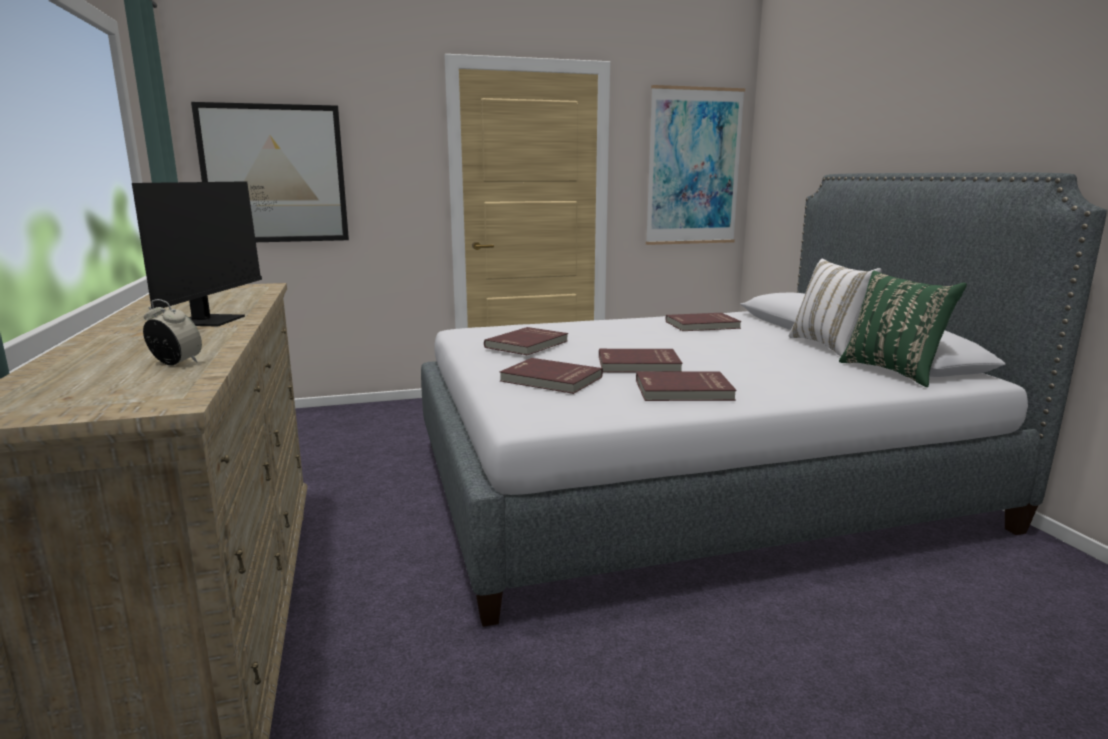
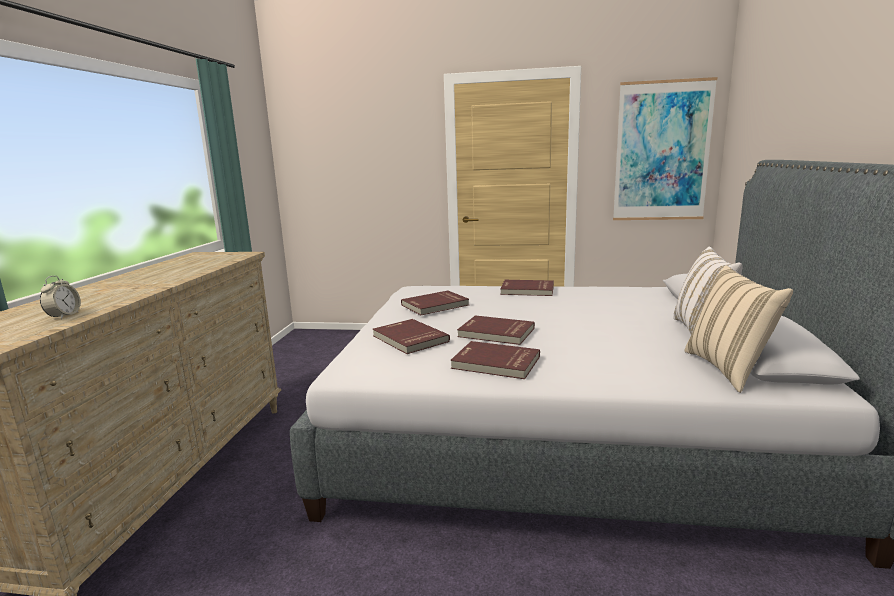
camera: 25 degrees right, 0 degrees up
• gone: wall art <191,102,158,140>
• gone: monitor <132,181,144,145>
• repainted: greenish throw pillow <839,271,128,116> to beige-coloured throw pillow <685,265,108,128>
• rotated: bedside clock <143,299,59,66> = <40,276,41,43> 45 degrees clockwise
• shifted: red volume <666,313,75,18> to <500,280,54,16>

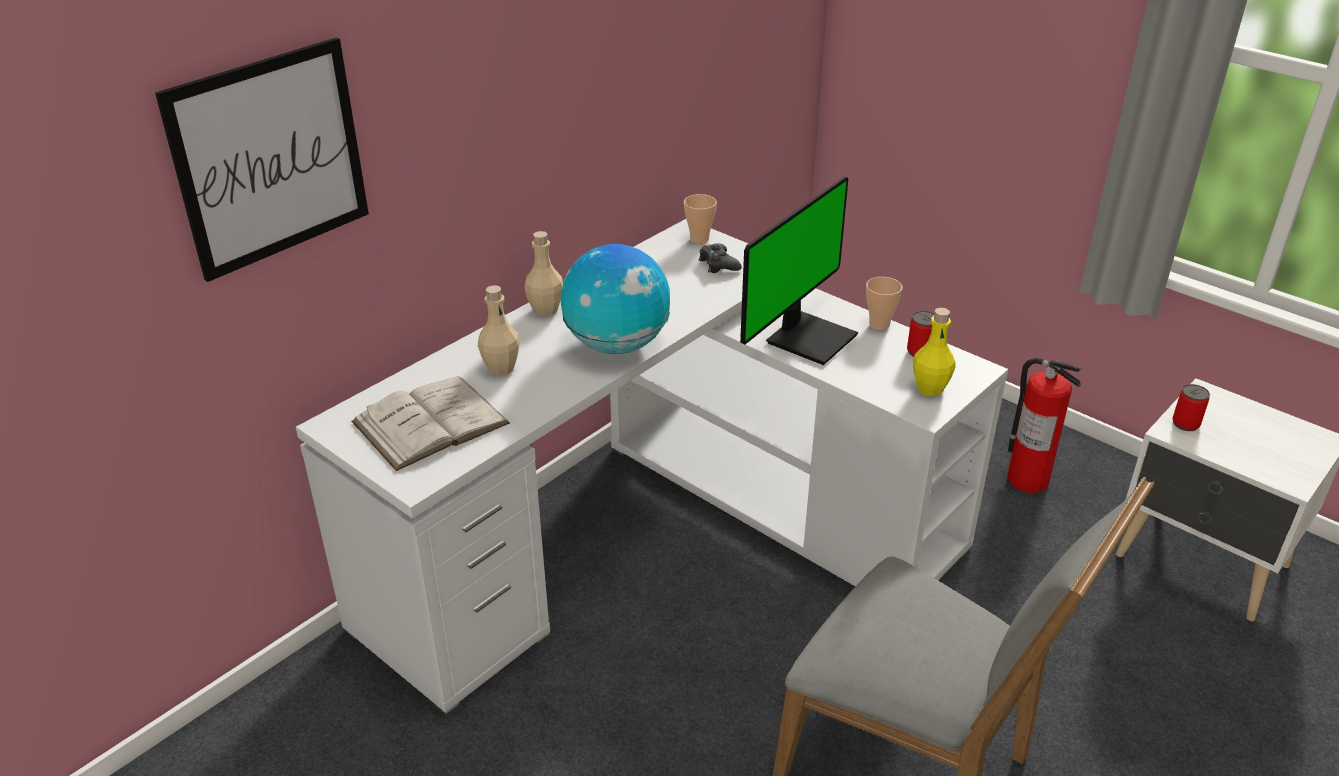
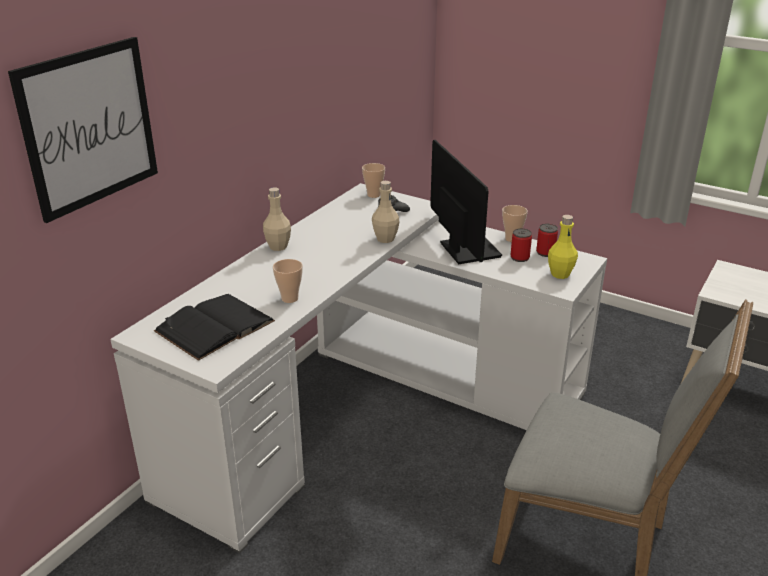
camera: 10 degrees left, 5 degrees down
• rotated: monitor <740,176,118,189> = <430,140,72,124> 45 degrees counterclockwise
• gone: desk globe <561,244,109,110>
• shifted: beige-coloured beverage bottle <478,285,42,91> to <372,181,28,62>
• gone: fire-fighting cylinder <1007,358,75,135>
• repainted: white-coloured volume <351,376,159,95> to black volume <154,294,121,67>
• shifted: sealed can <1172,384,38,47> to <511,228,21,34>
• new: cup <273,259,30,44>

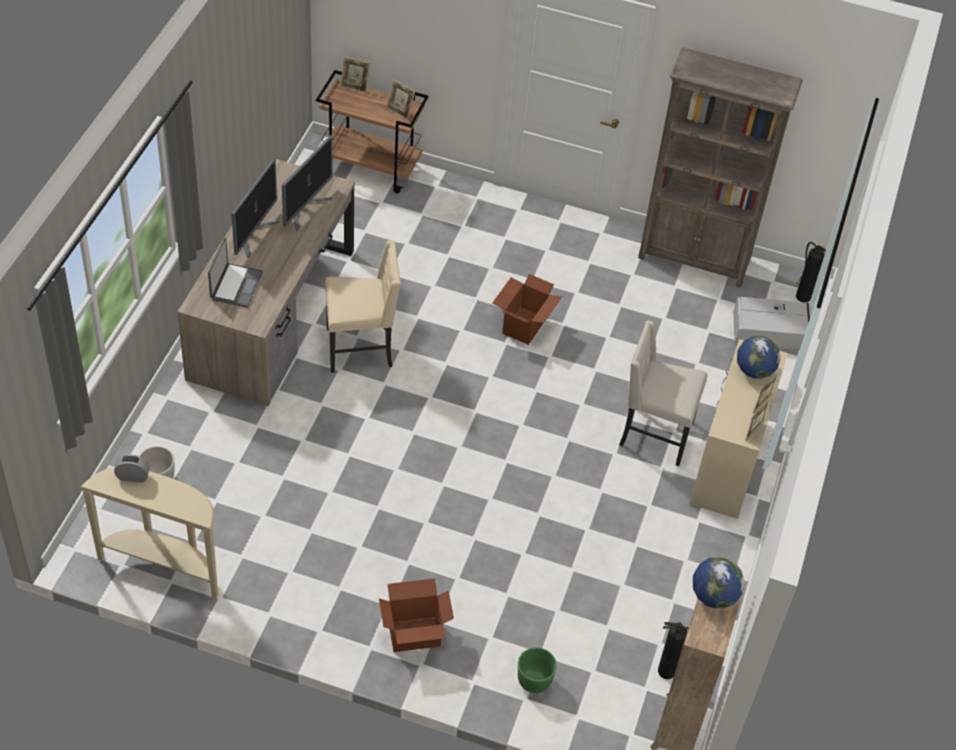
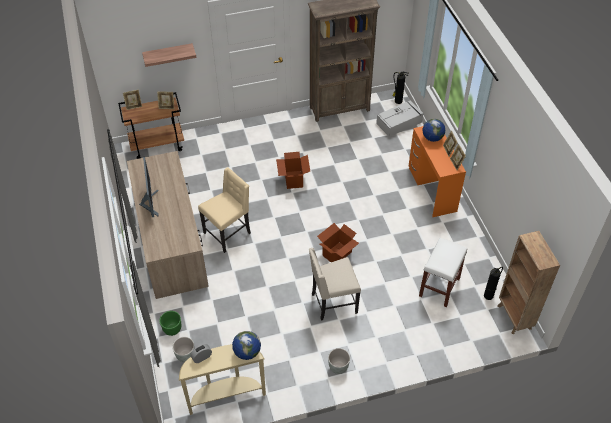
camera: 30 degrees left, 0 degrees up
• gone: monitor <282,135,51,96>
• gone: portable computer <208,237,55,71>
• shifted: beige-coloured chair <619,321,89,145> to <309,248,52,73>
• repainted: beige-coloured desk table <690,339,98,180> to orange-coloured desk table <409,126,57,91>
• shifted: desk globe <693,557,52,51> to <232,331,29,29>
• shifted: packing box <379,578,75,74> to <317,223,42,39>
• shifted: greenish planter <518,647,39,46> to <159,311,22,25>
• new: wall shelf <142,43,54,24>
• new: white-coloured stool seat <419,238,48,69>
• new: greyish planter <328,348,22,26>

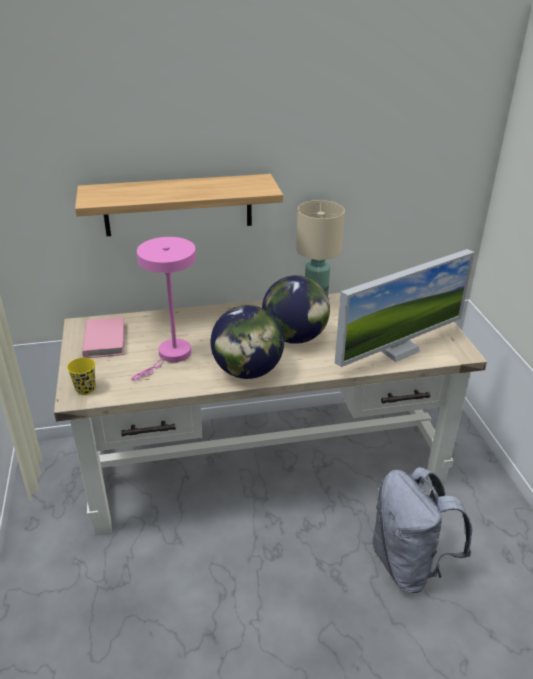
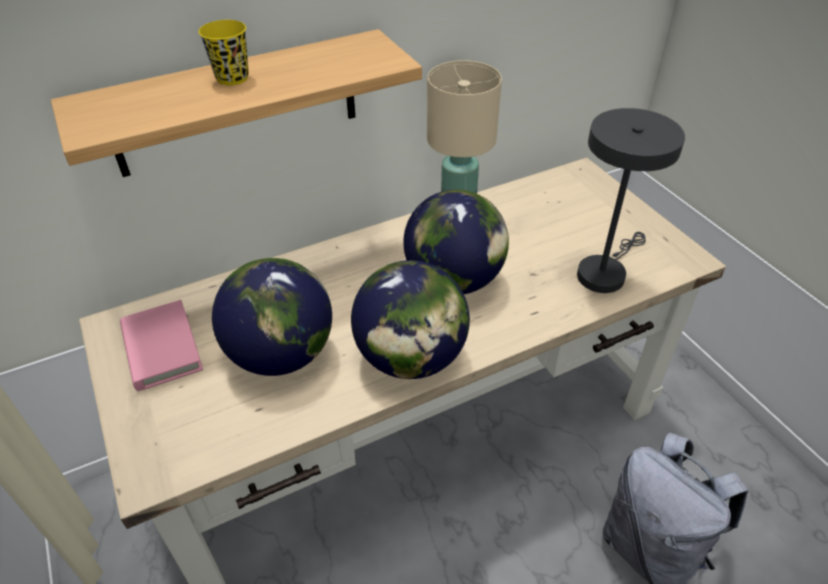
camera: 15 degrees left, 10 degrees up
• swapped: pink lamp for a table <131,237,65,143> to desk globe <212,258,120,118>
• swapped: monitor <335,249,140,118> to greyish lamp for a table <577,108,108,185>
• shifted: yellow cup <67,358,29,37> to <199,20,50,65>

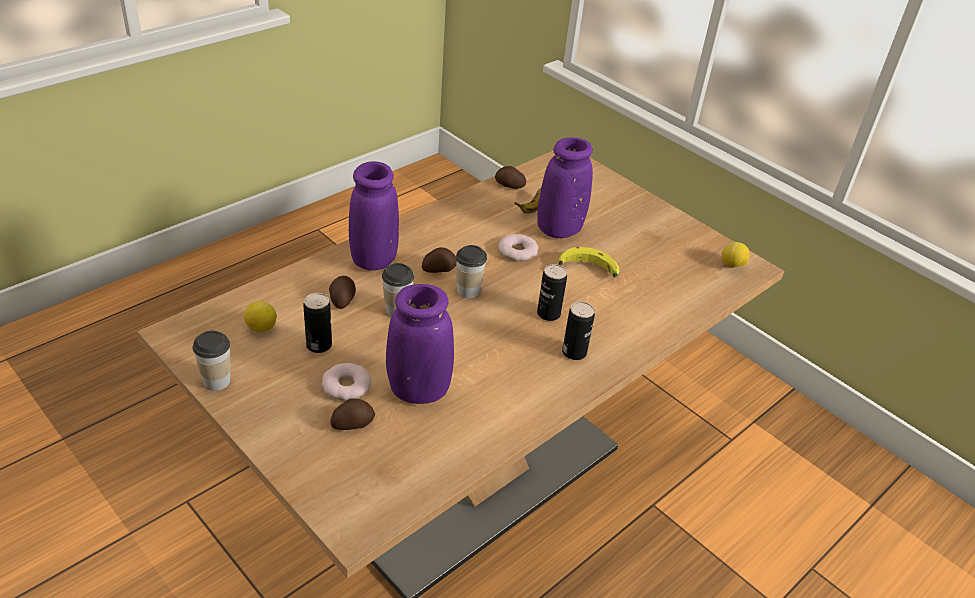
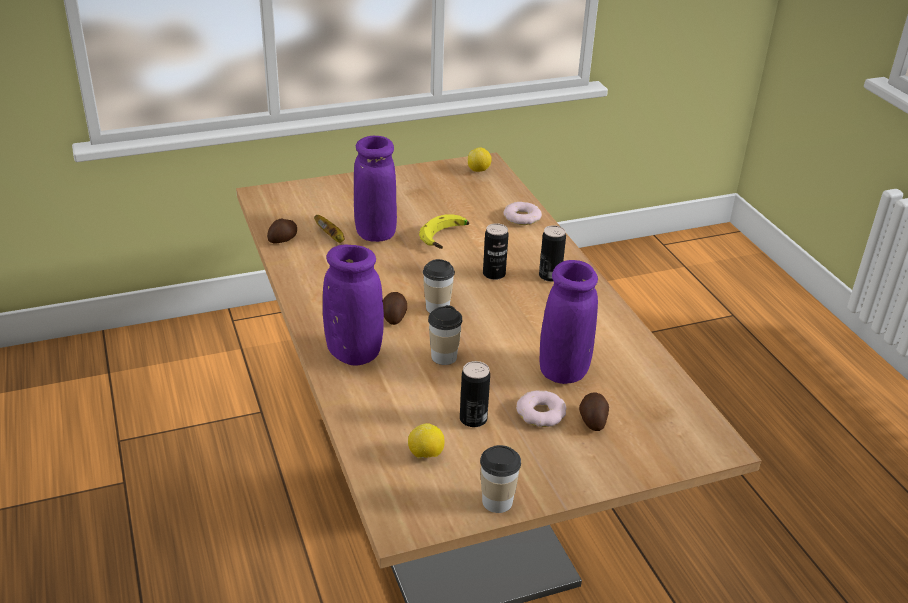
camera: 65 degrees left, 5 degrees down
• shifted: donut <498,234,41,27> to <503,202,39,23>
• gone: whole potato <329,276,27,33>

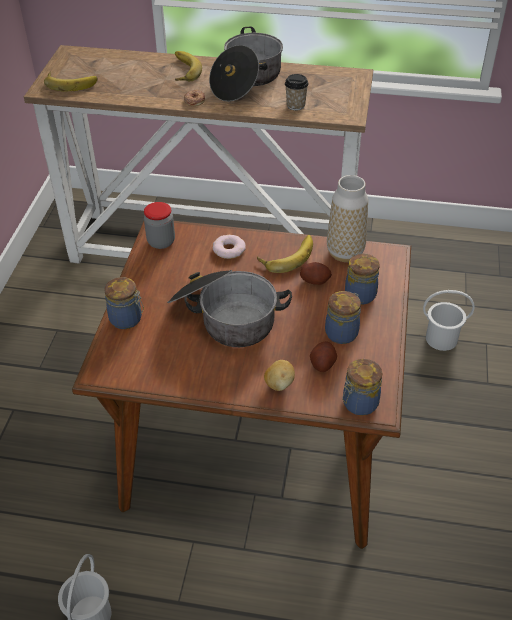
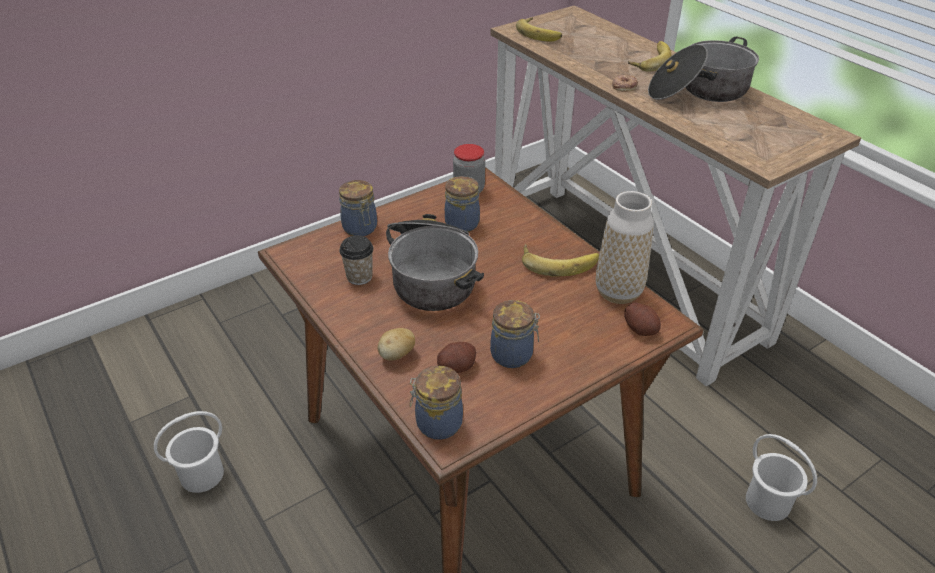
camera: 45 degrees right, 5 degrees down
• shifted: cup <285,74,24,36> to <339,235,35,50>
• gone: donut <213,235,33,24>
• shifted: storage jar <345,253,34,52> to <445,176,35,56>
• shifted: whole potato <300,262,32,23> to <624,302,37,34>

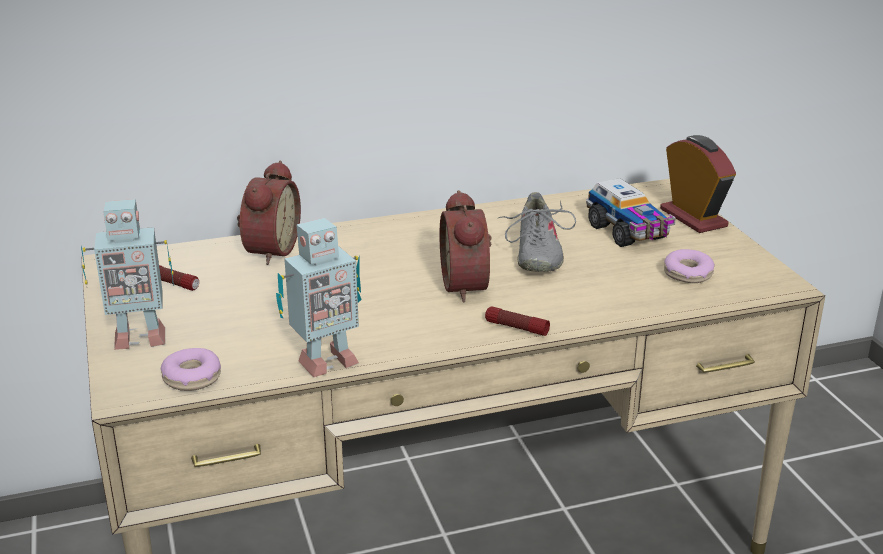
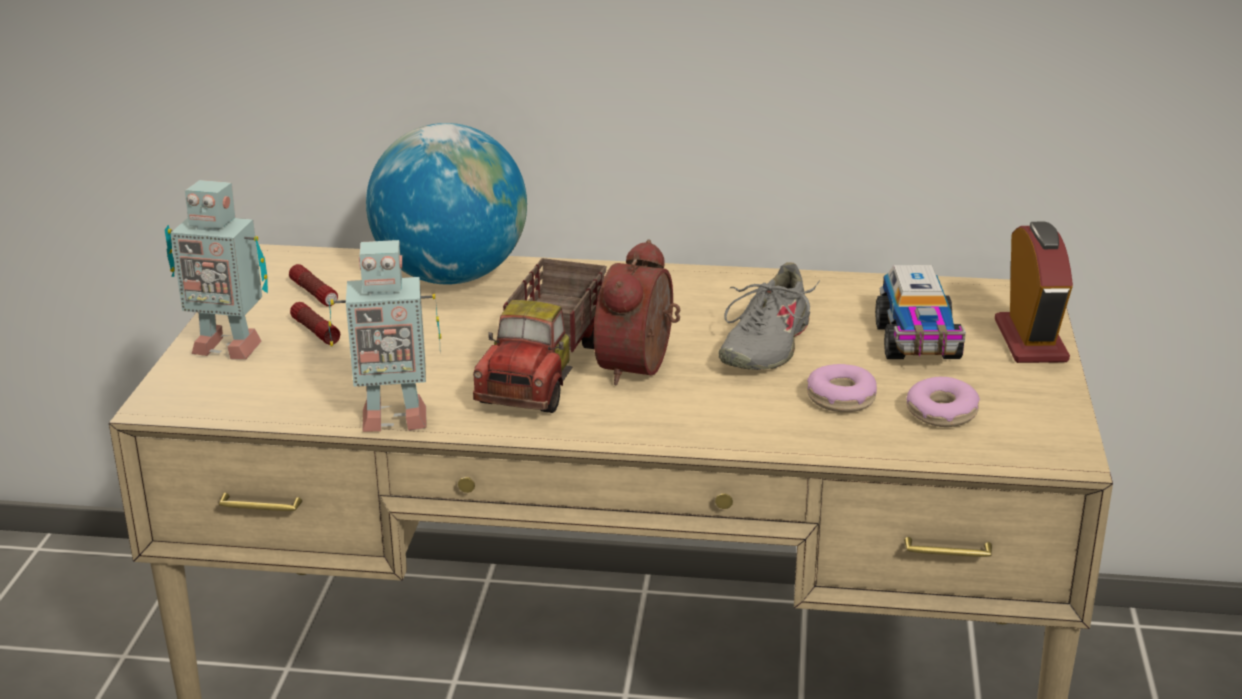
camera: 25 degrees right, 0 degrees up
• swapped: bedside clock <237,161,64,104> to desk globe <366,123,161,162>
• shifted: torch <485,306,65,30> to <290,302,50,43>
• shifted: donut <161,348,60,43> to <807,364,70,48>
• new: model truck <473,258,133,155>

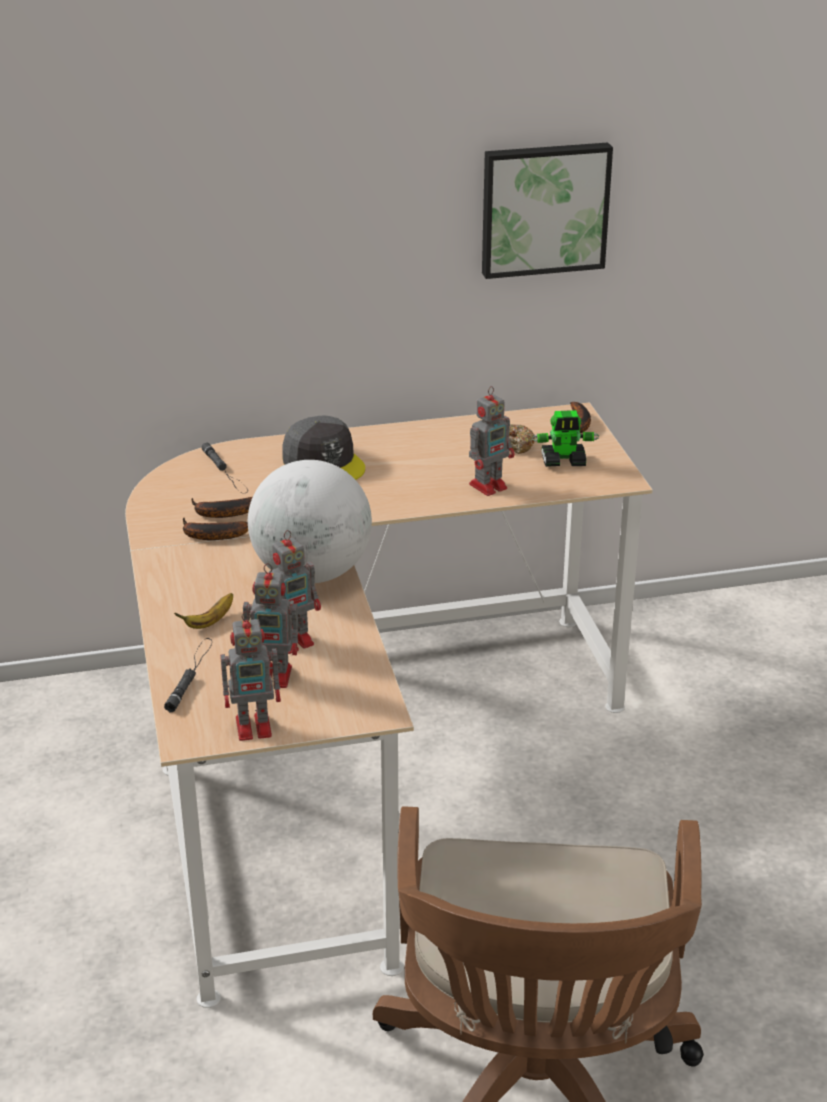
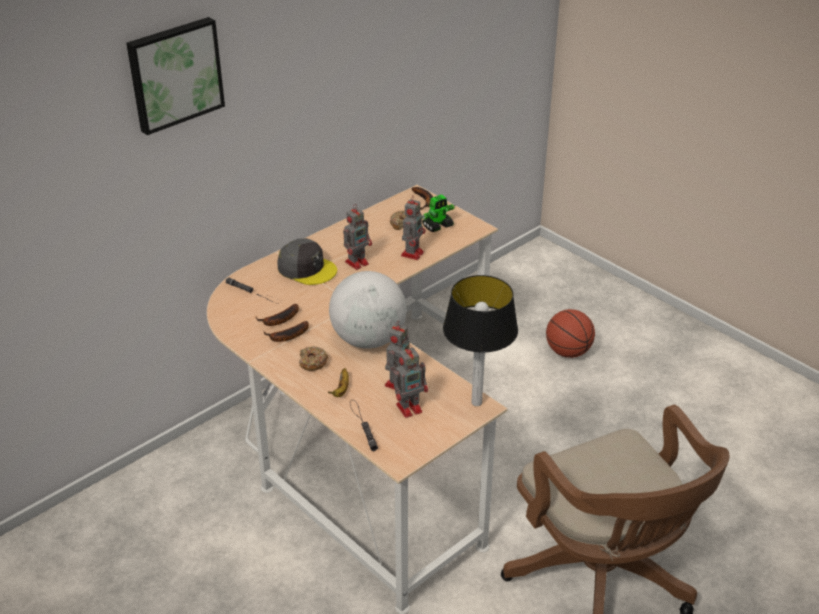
camera: 30 degrees left, 5 degrees up
• shifted: wall art <482,143,131,136> to <126,17,99,118>
• shifted: robot figure <220,611,63,130> to <343,204,29,66>
• new: lamp for a table <443,275,75,131>
• new: basketball ball <546,309,49,49>
• new: donut <299,346,29,25>

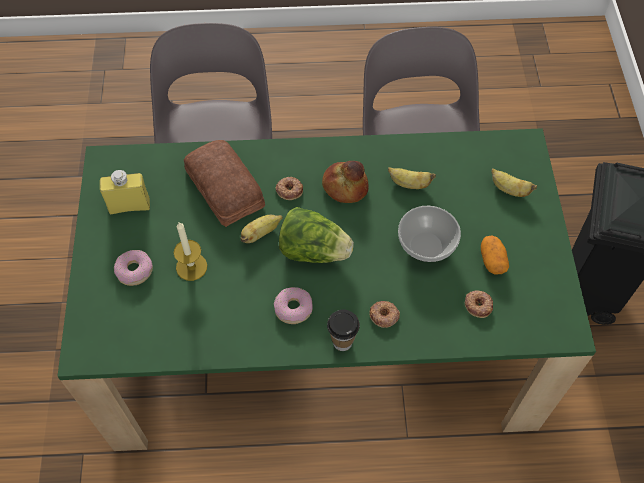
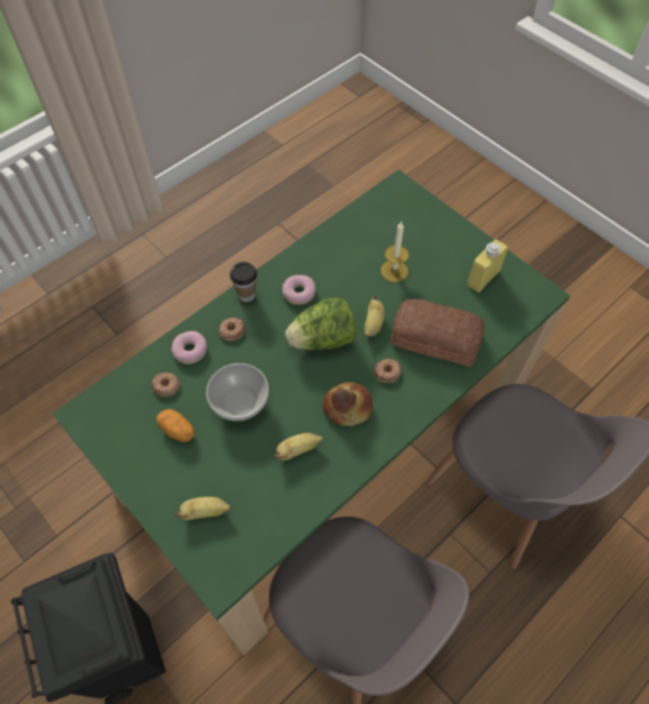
camera: 140 degrees right, 0 degrees up
• shifted: donut <114,250,39,36> to <171,331,36,33>

